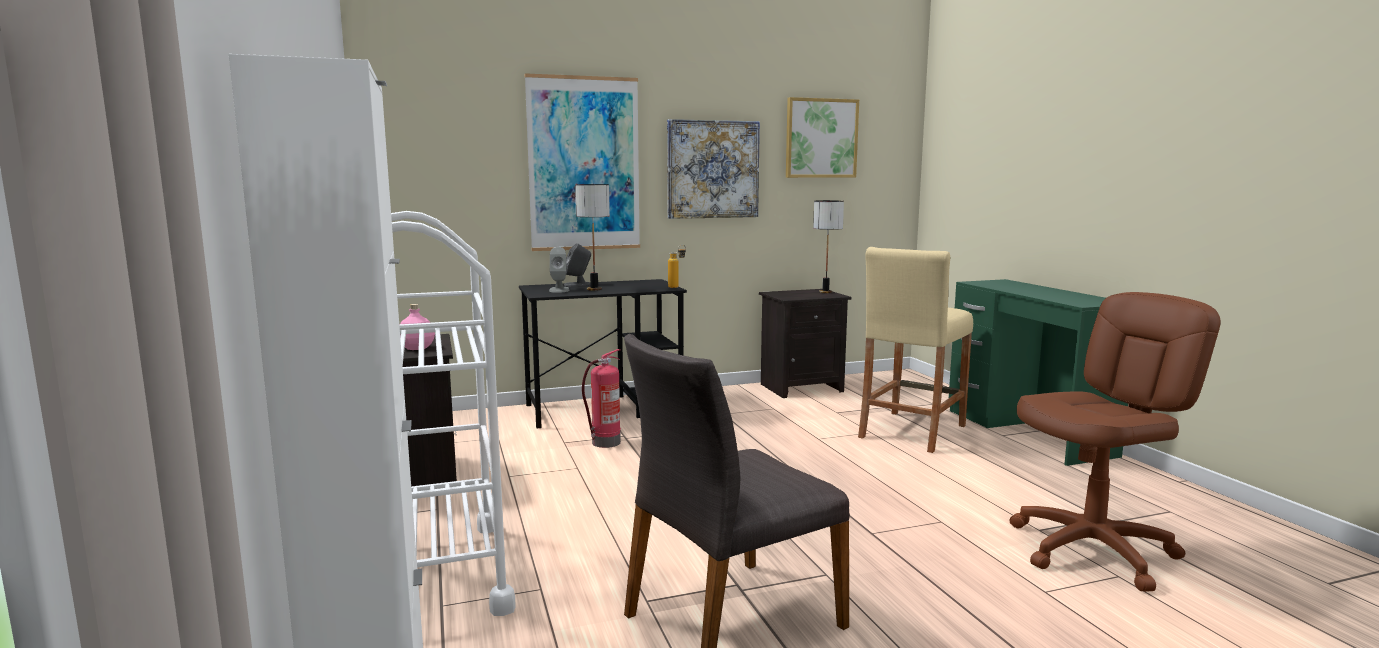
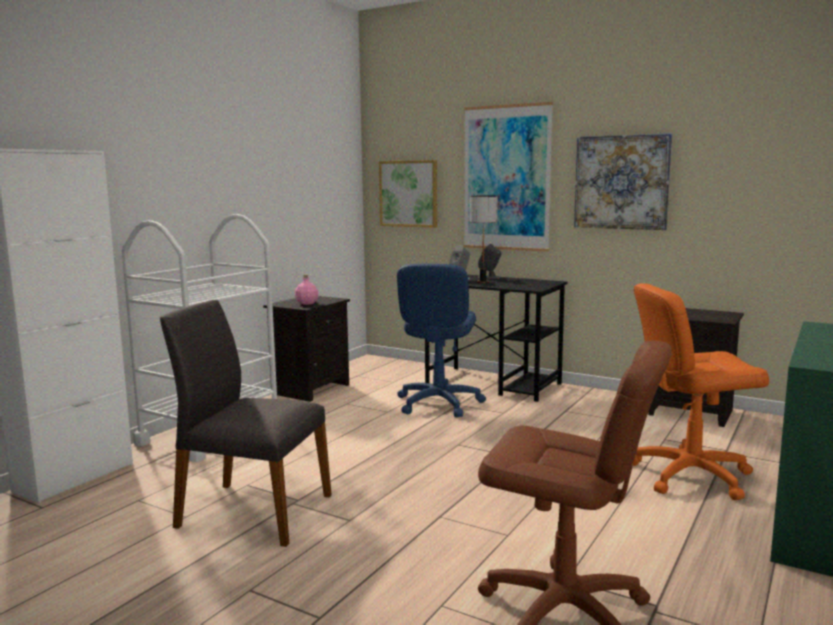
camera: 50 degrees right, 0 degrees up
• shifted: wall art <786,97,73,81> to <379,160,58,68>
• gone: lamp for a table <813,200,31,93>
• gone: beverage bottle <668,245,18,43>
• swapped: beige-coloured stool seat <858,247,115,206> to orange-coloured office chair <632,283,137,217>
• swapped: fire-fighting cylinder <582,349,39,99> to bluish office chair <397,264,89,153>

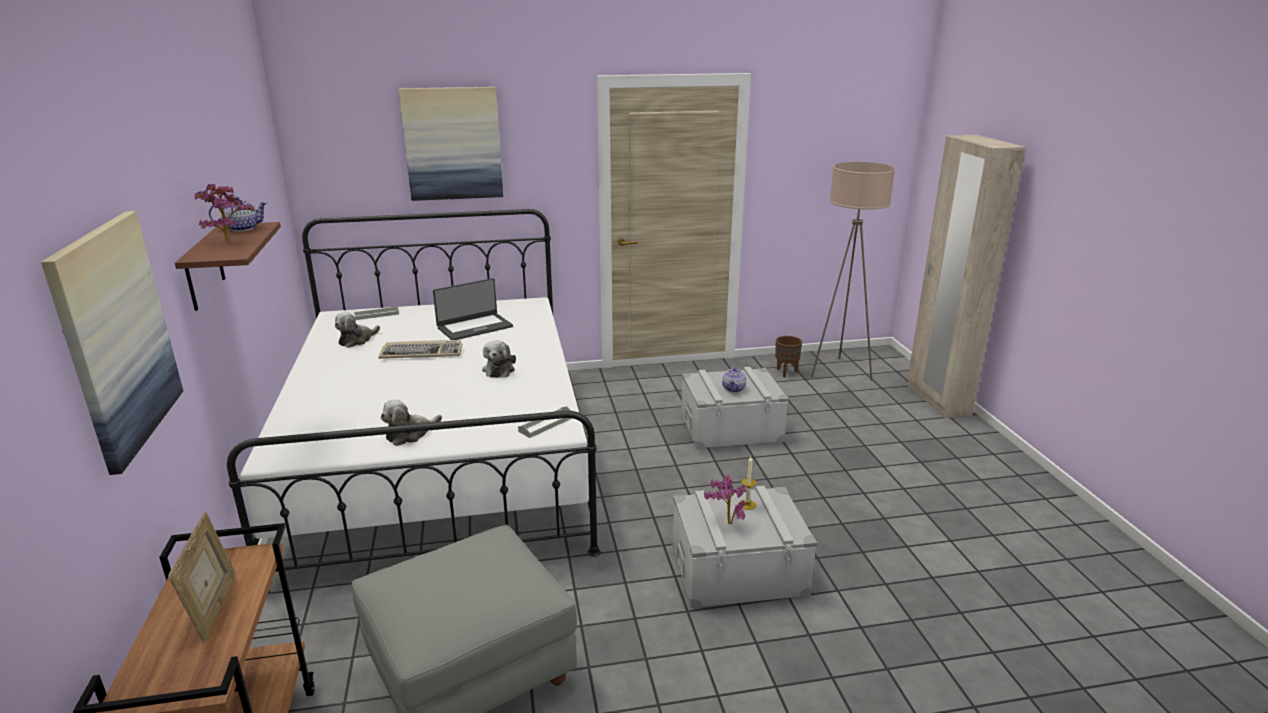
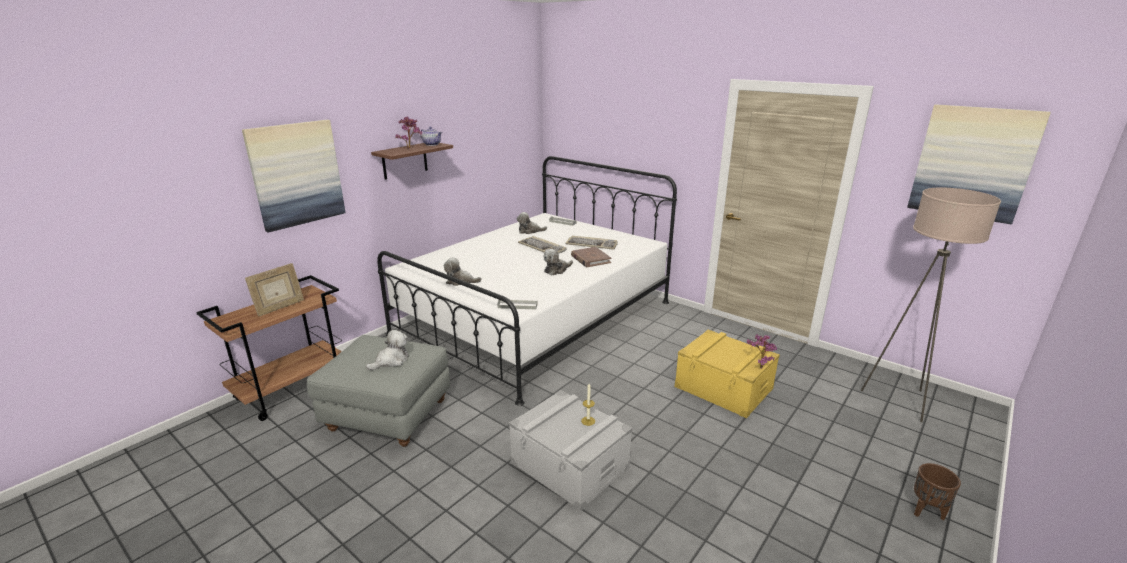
camera: 50 degrees right, 0 degrees up
• shifted: wall art <399,87,104,114> to <907,104,144,120>
• gone: beige-coloured wardrobe <908,135,118,283>
• swapped: portable computer <433,278,80,62> to keyboard <565,236,53,14>
• shifted: brownish planter <775,336,27,41> to <914,463,47,57>
• gone: tea pot <722,366,24,27>
• repainted: greyish storage container <681,367,108,82> to yellow storage container <675,330,105,88>
• shifted: potted plant <704,475,42,49> to <747,334,30,35>
• new: brownish volume <571,247,40,20>
• new: cuddly toy <366,330,42,40>

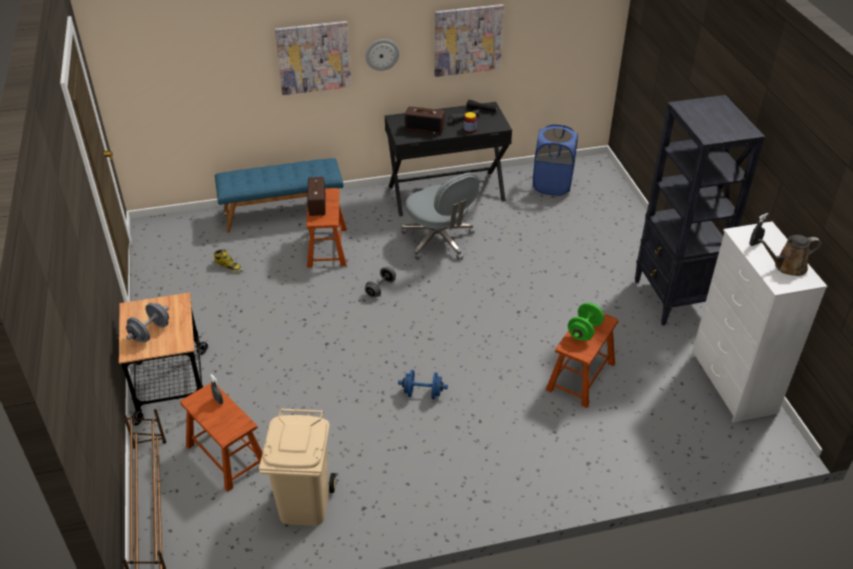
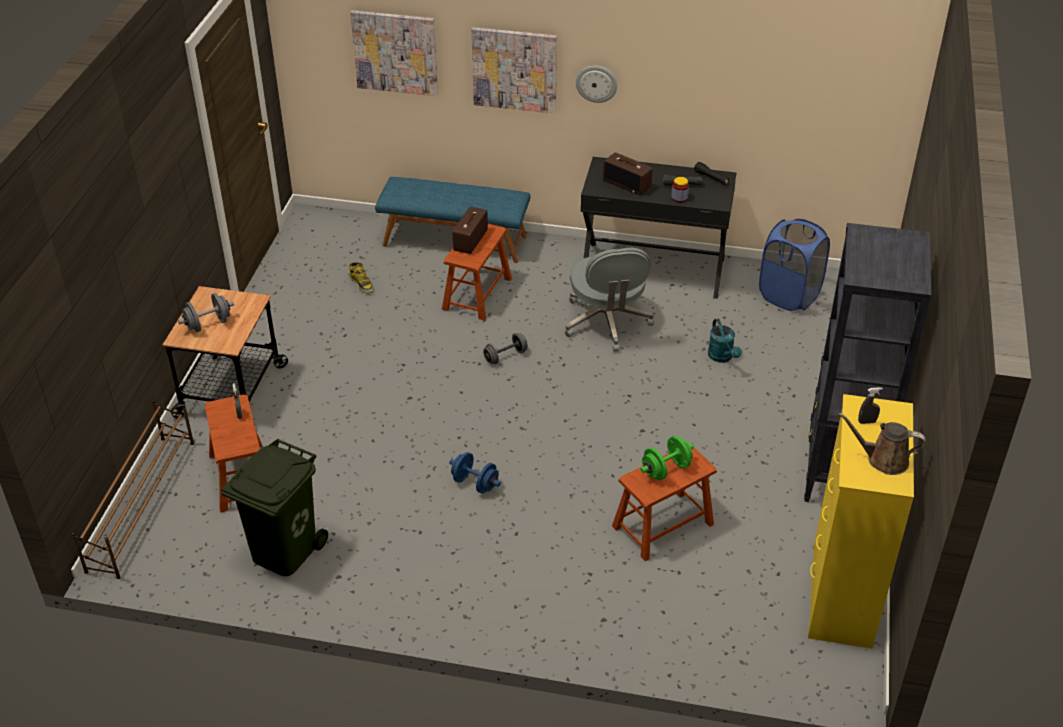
camera: 25 degrees right, 0 degrees up
• shifted: wall art <435,4,69,73> to <350,10,88,86>
• repainted: white-coloured dresser <691,221,136,201> to yellow dresser <808,394,110,255>
• repainted: beige-coloured trash can <259,409,77,117> to greenish trash can <221,439,107,137>
• new: blue-green sprinkling can <708,319,34,44>

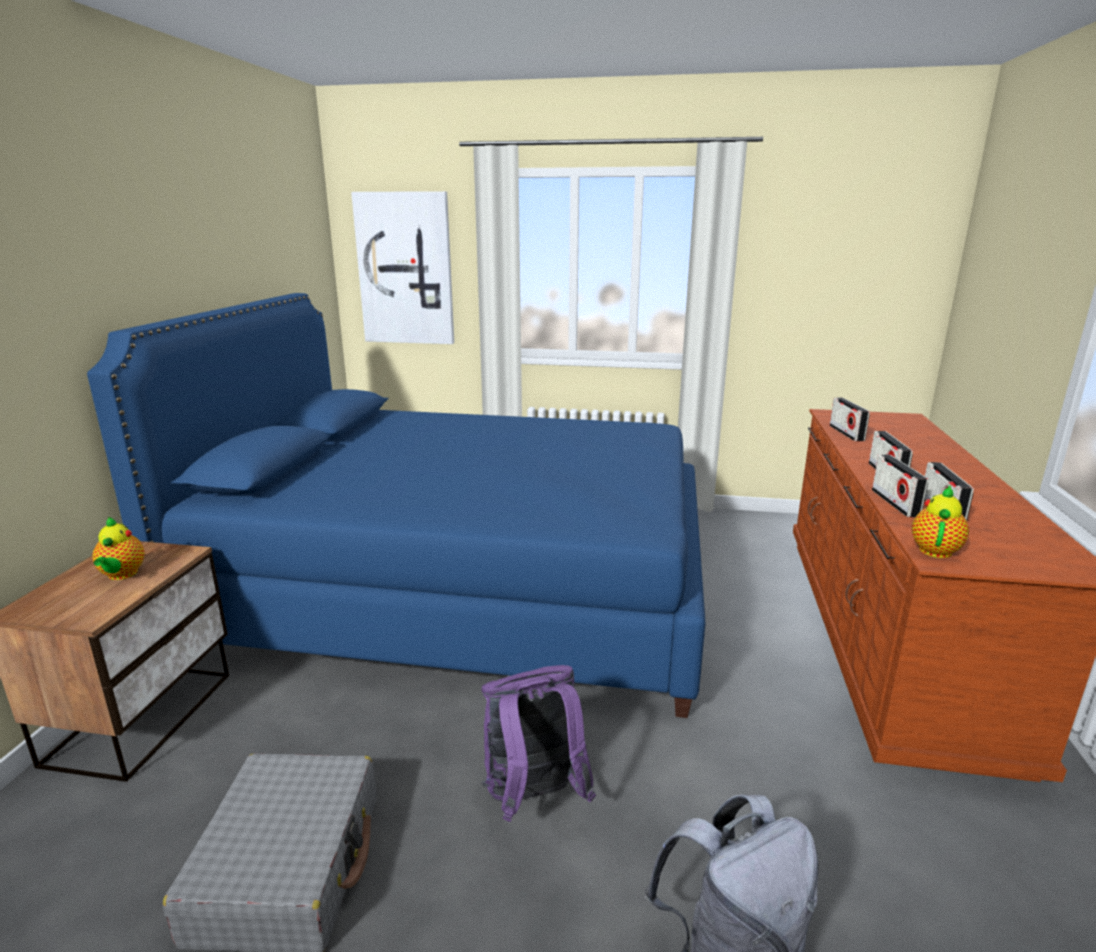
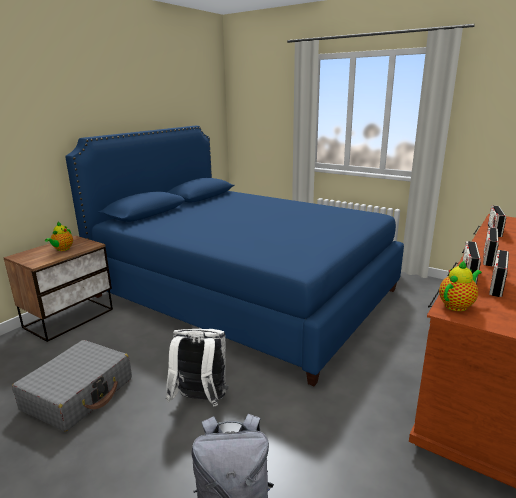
camera: 25 degrees right, 0 degrees up
• gone: wall art <351,191,103,153>
• repainted: purple-coloured rucksack <481,665,115,157> to white-coloured rucksack <166,329,62,78>

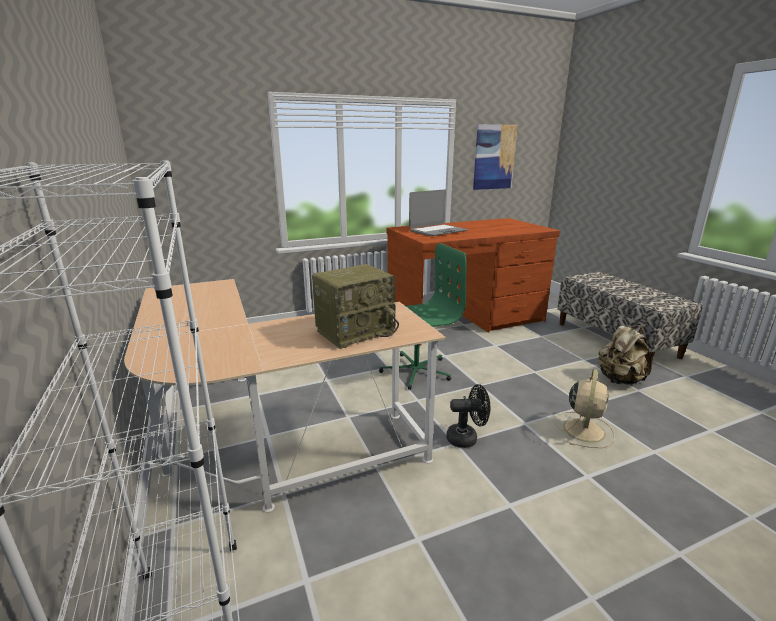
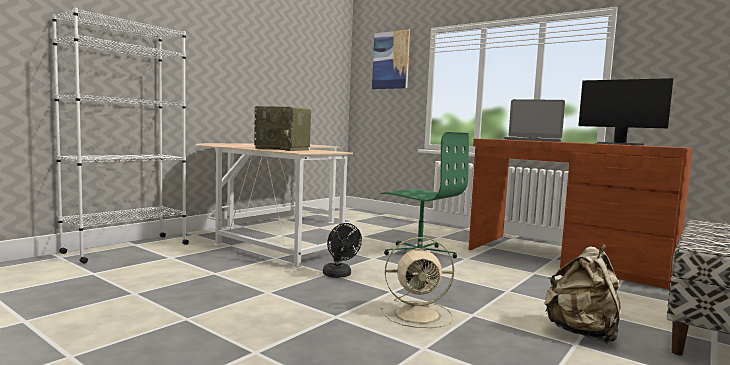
camera: 60 degrees right, 15 degrees down
• shifted: wall art <473,124,45,66> to <372,29,38,60>
• new: monitor <578,78,95,68>

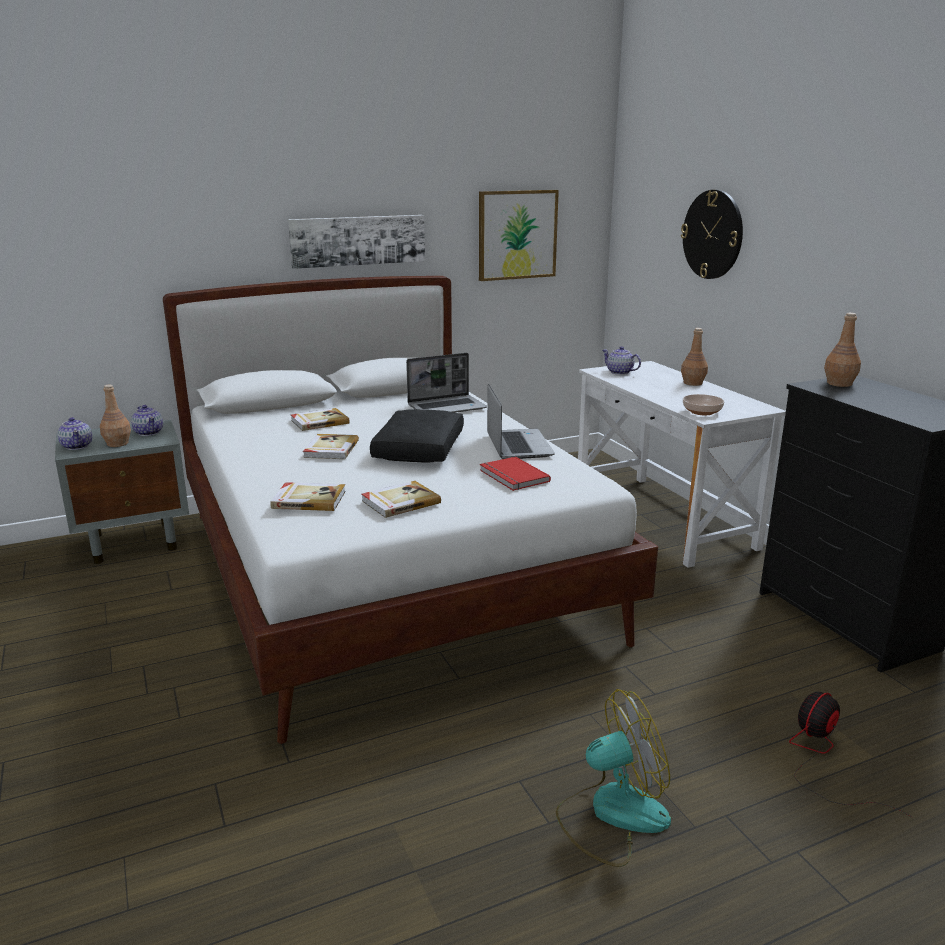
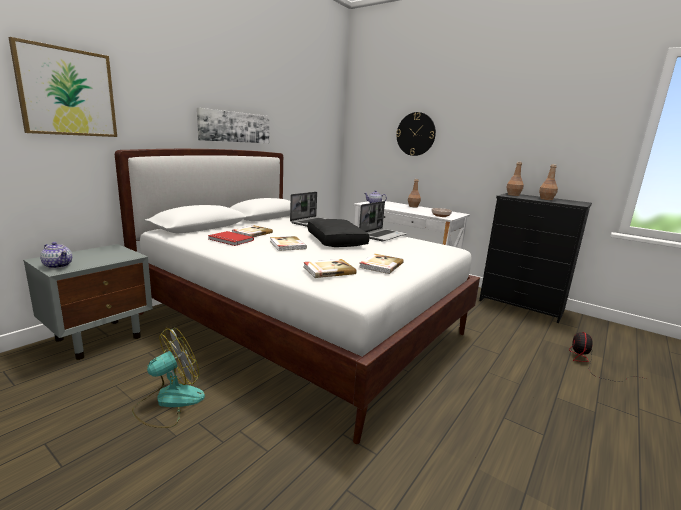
camera: 30 degrees left, 5 degrees down
• shifted: wall art <479,190,80,91> to <9,37,108,100>
• rotated: portable computer <487,384,68,75> = <359,201,48,40> 75 degrees clockwise
• shifted: brownish beverage bottle <100,385,31,62> to <539,164,19,36>
• gone: tea pot <131,405,32,31>
• shifted: red volume <480,457,71,34> to <208,231,46,15>
• shifted: cooling fan <556,689,115,178> to <132,328,73,100>

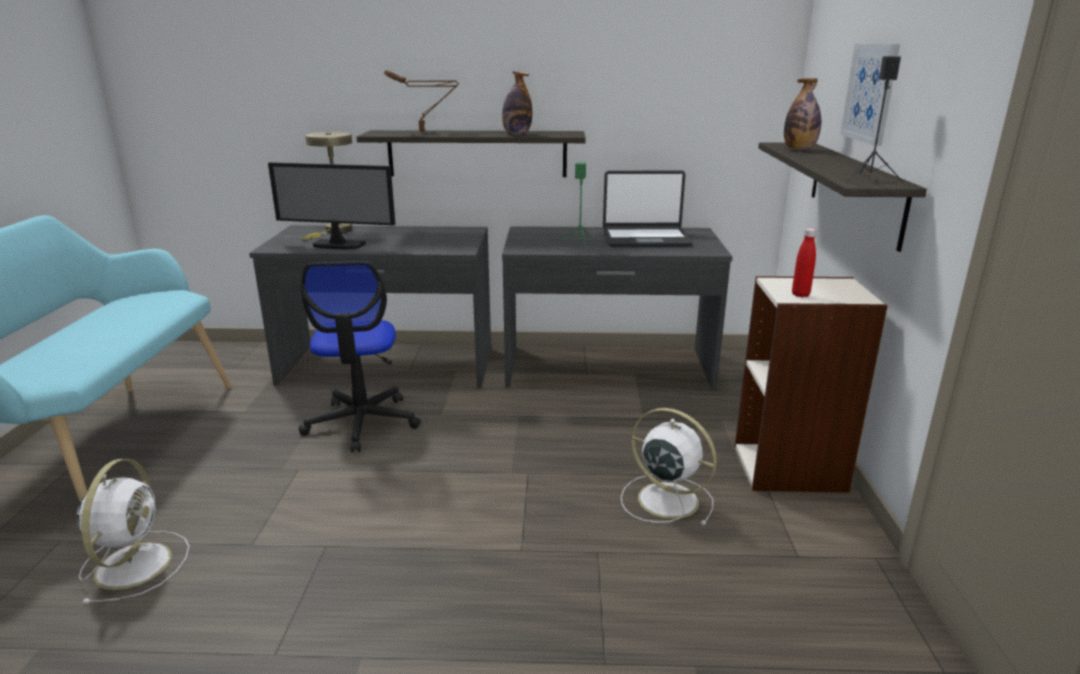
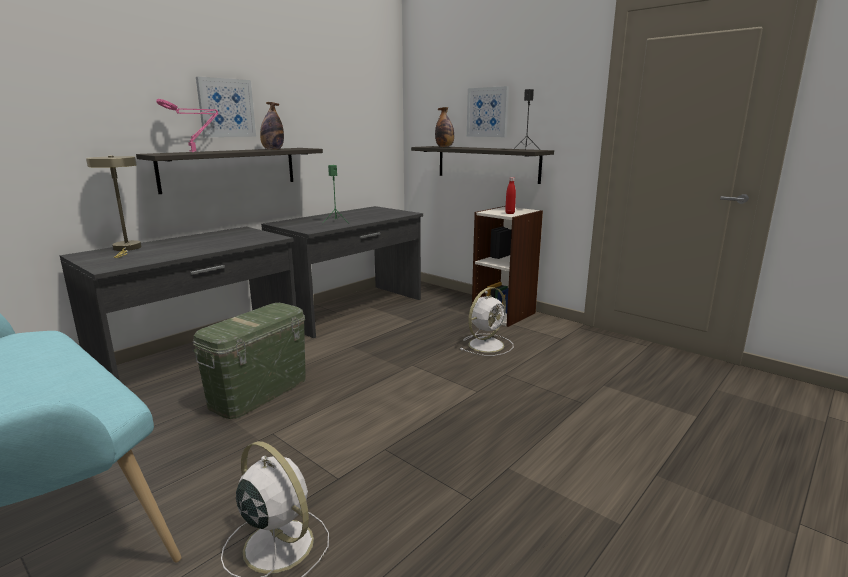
camera: 50 degrees left, 5 degrees down
• repainted: brownish lamp for a table <384,70,75,62> to pink lamp for a table <156,99,62,53>
• gone: monitor <268,162,127,87>
• gone: portable computer <603,170,90,77>
• swapped: office chair <299,261,122,191> to greenish storage container <193,303,113,116>
• rotated: white-coloured cooling fan <621,408,96,117> = <461,287,52,69> 150 degrees clockwise
• new: wall art <196,77,60,60>

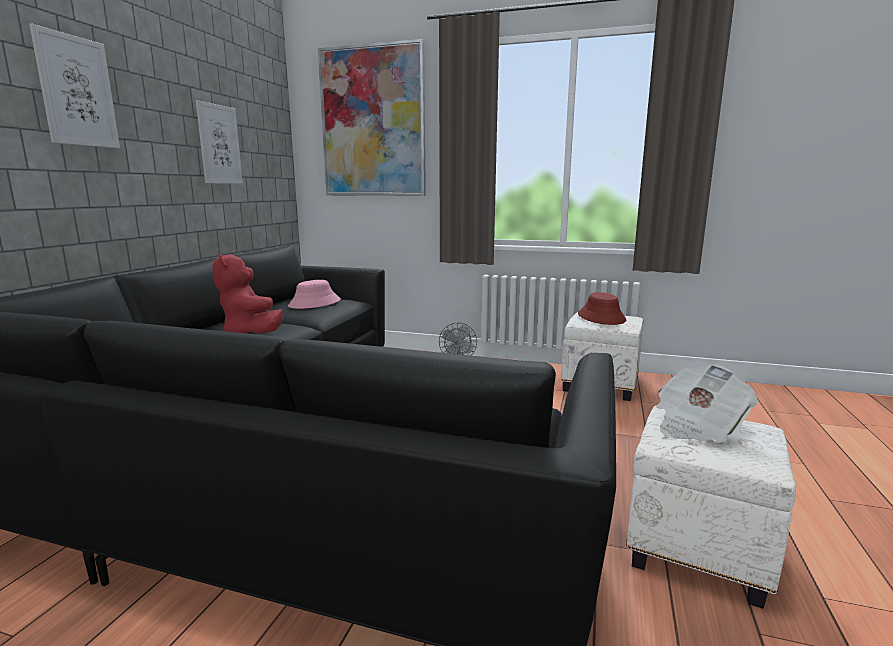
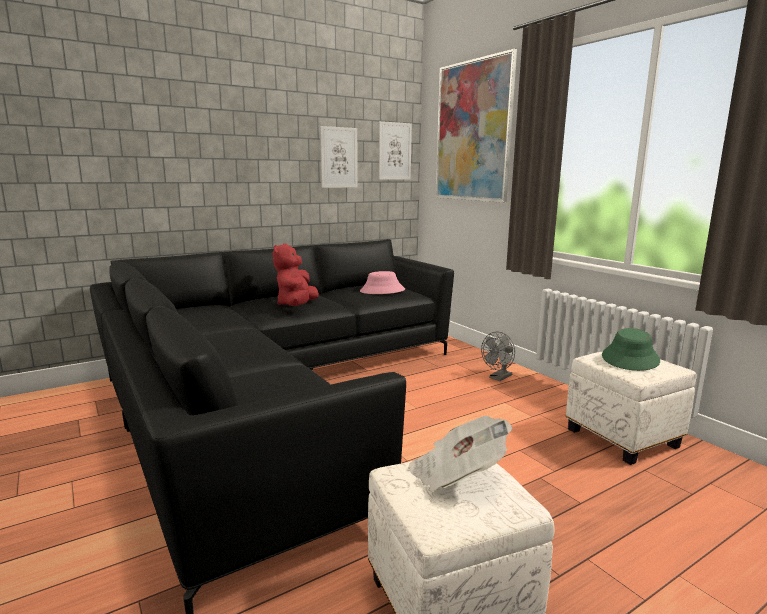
camera: 40 degrees right, 0 degrees up
• shifted: wall art <29,24,91,124> to <379,121,33,59>
• repainted: red hat <578,292,48,33> to greenish hat <602,328,58,43>

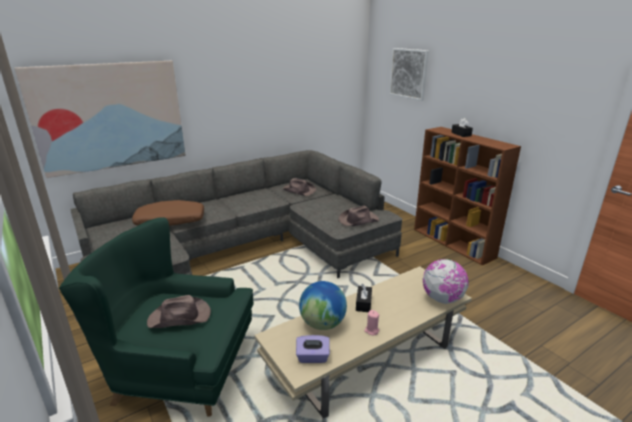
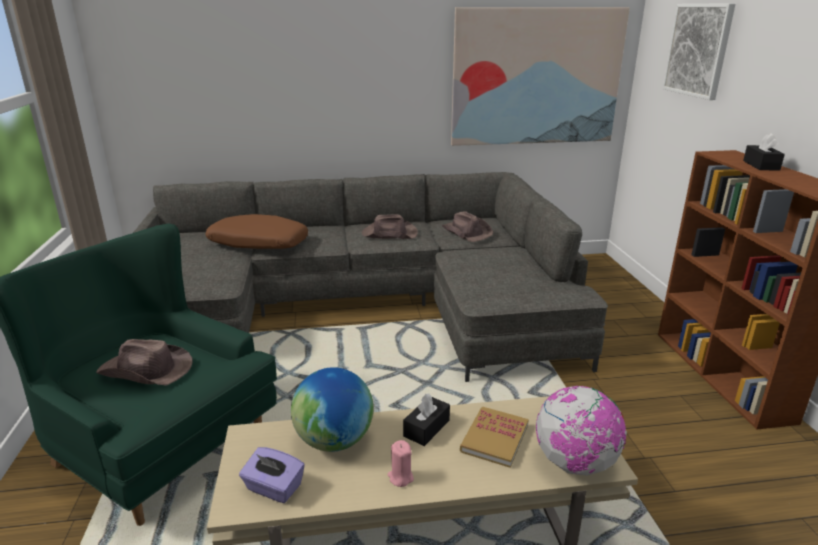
camera: 25 degrees right, 0 degrees up
• shifted: wall art <15,61,171,117> to <451,7,179,139>
• shifted: brownish hat <338,206,41,20> to <362,214,56,25>
• new: volume <460,407,69,61>

